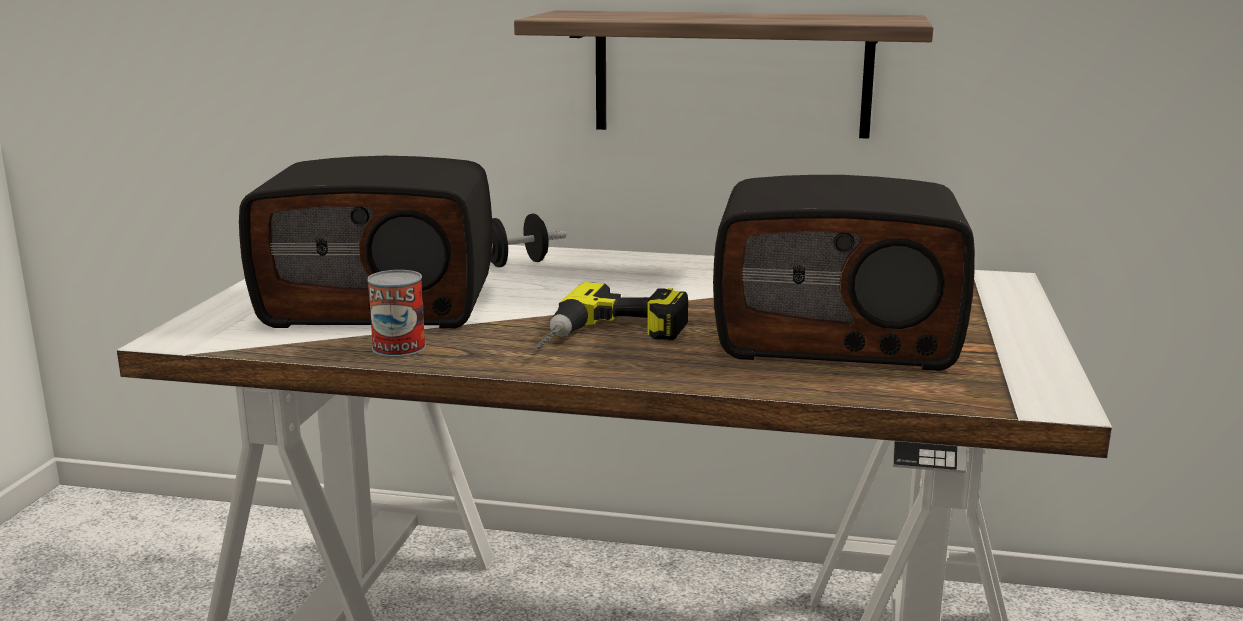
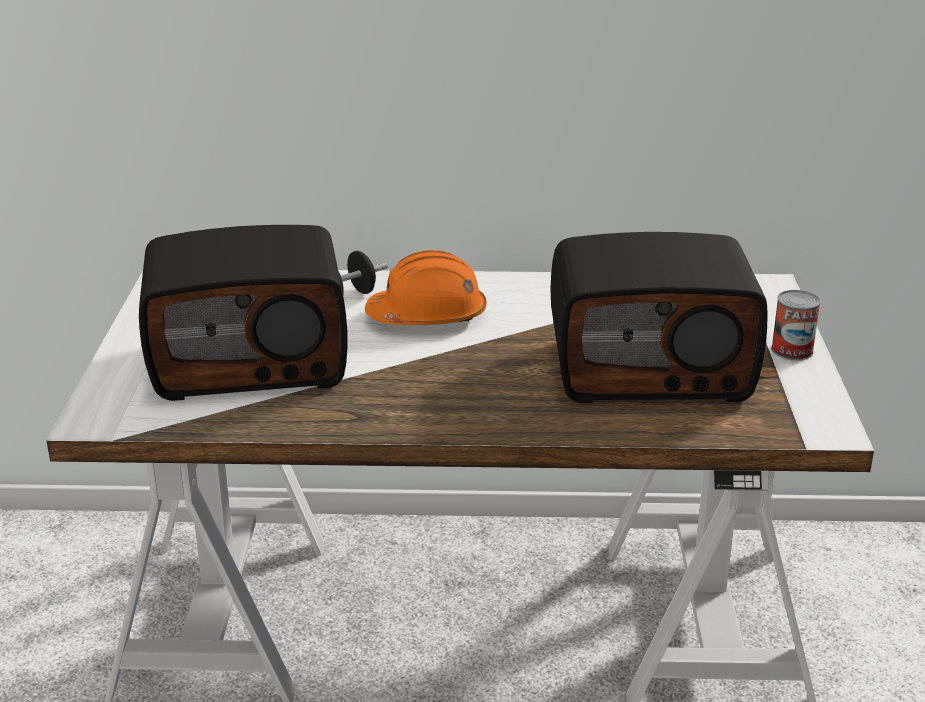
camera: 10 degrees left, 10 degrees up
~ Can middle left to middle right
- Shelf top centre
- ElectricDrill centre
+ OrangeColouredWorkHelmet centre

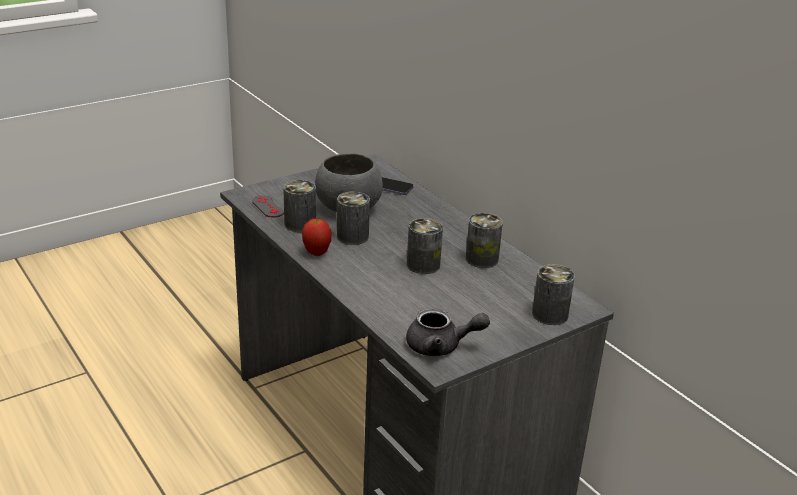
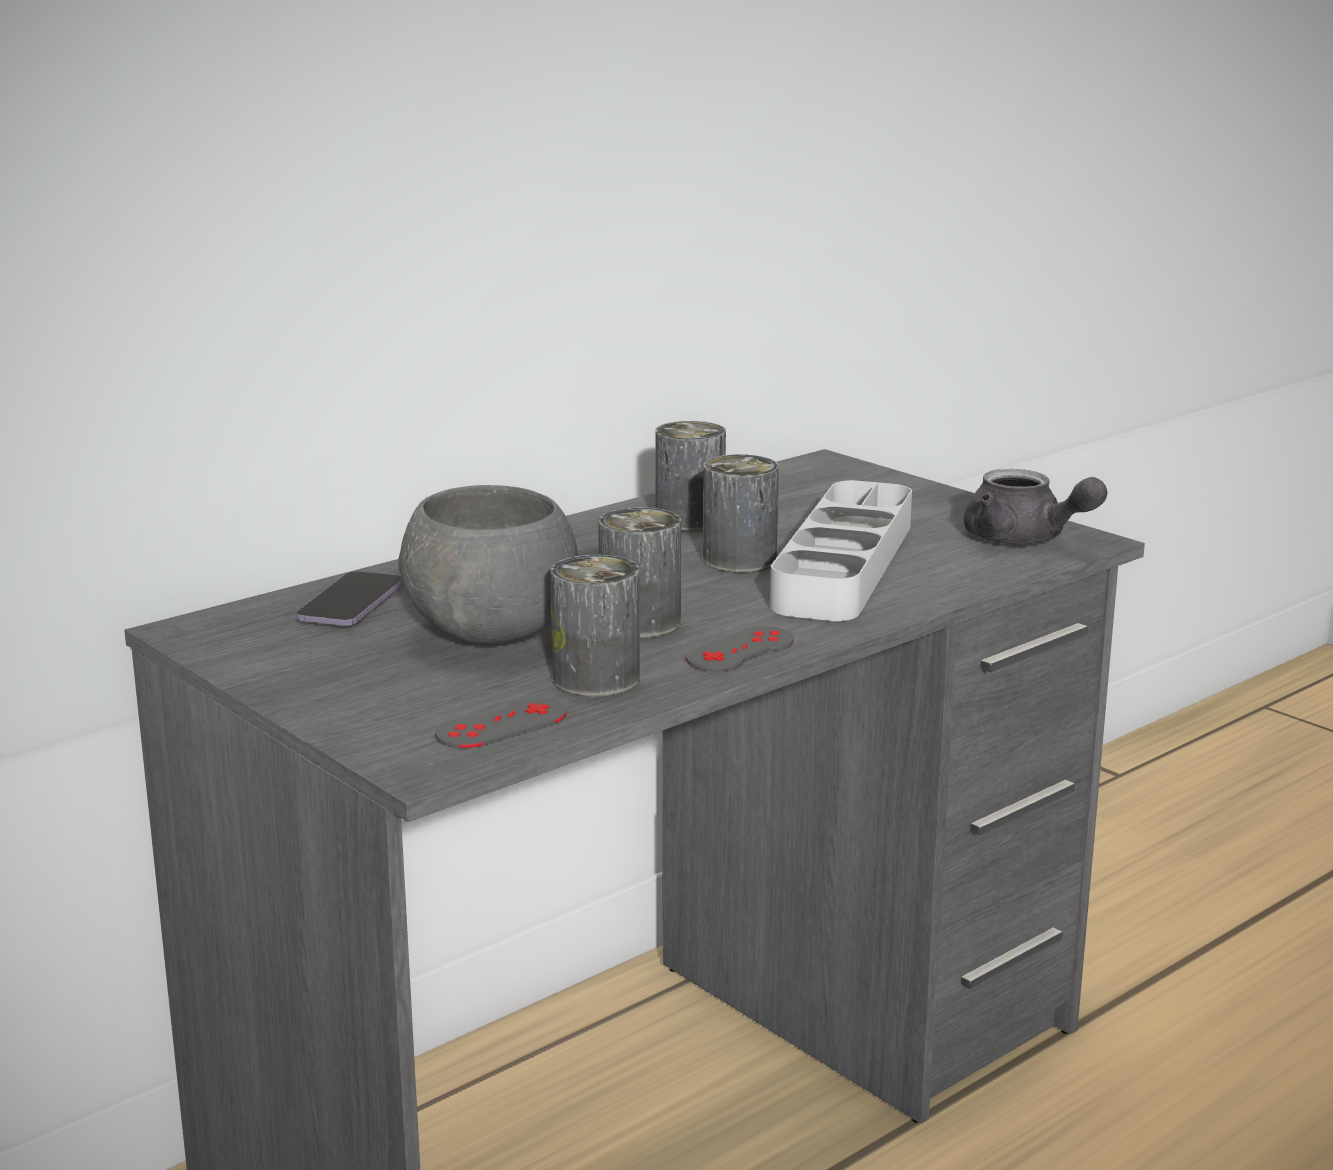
camera: 95 degrees left, 10 degrees down
~ AppleFruit centre to GrayGamepad (2nd from left) centre
~ GrayTeapot bottom centre = middle right 135 degrees clockwise
- Can (5th from left) middle right
+ GrayServingTray centre

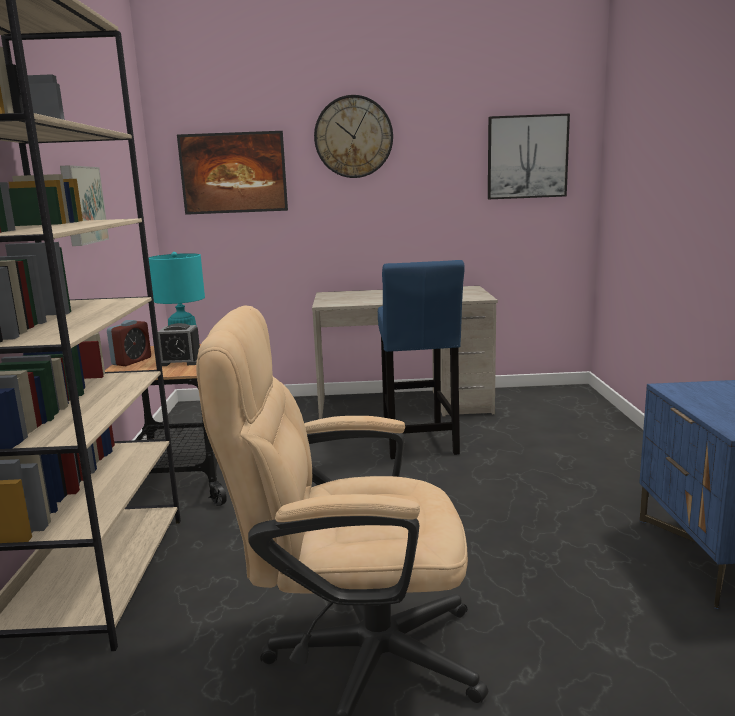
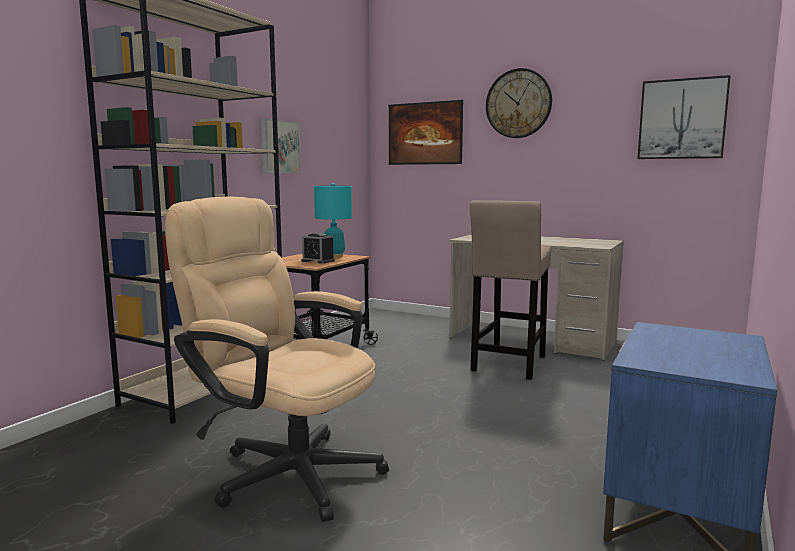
camera: 30 degrees right, 5 degrees down
- AlarmClock (1st from left) middle left
~ BlueSittingStool centre to BeigeColouredSittingStool centre

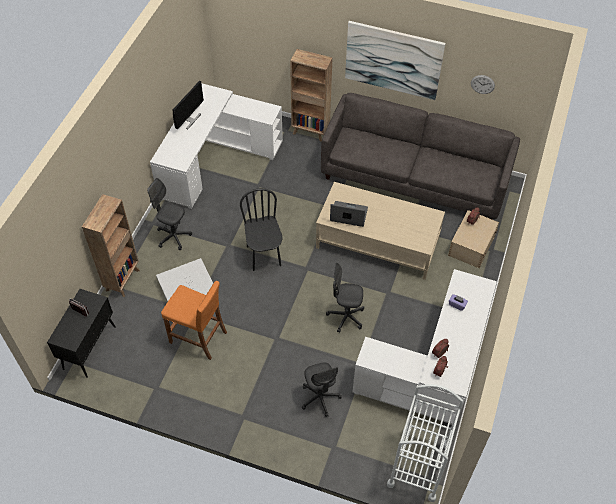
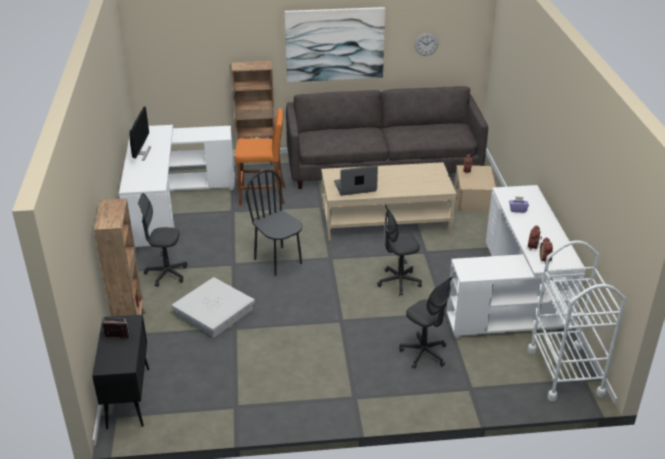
camera: 25 degrees left, 20 degrees down
~ OrangeColouredSittingStool middle left to centre

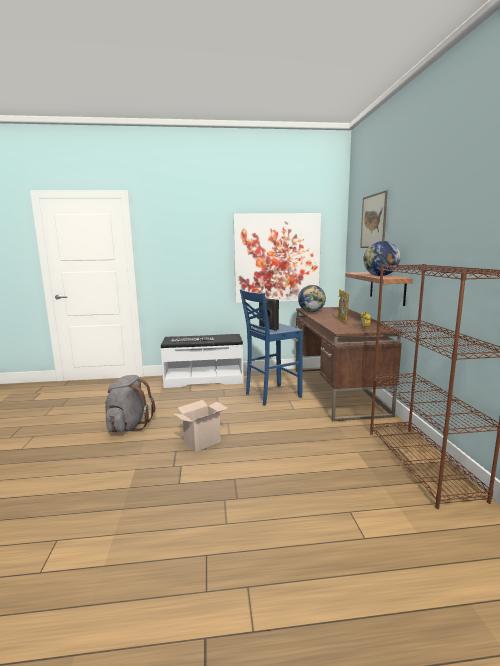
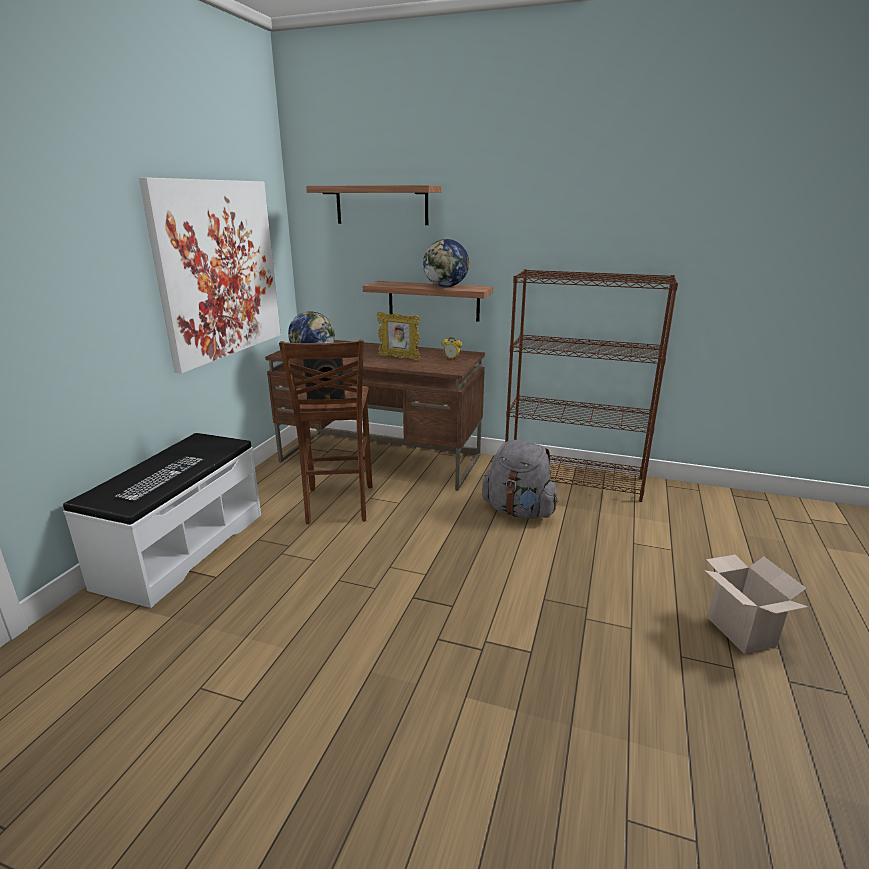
camera: 65 degrees left, 10 degrees up
~ GrayBackpack middle left to centre
~ CardboardBox centre to bottom right
~ BlueSittingStool centre to BrownishSittingStool centre
~ WallPicture (2nd from left) top right to Shelf (1st from left) top centre

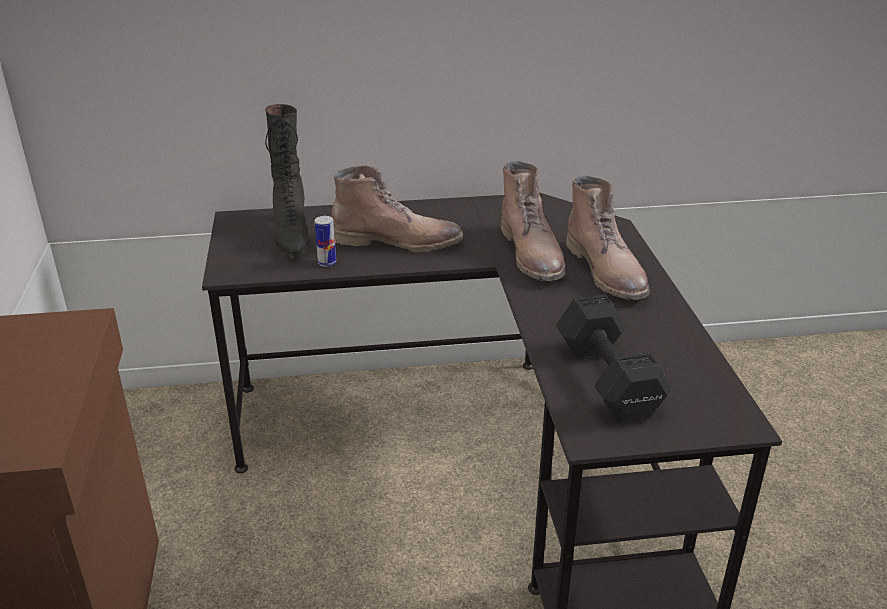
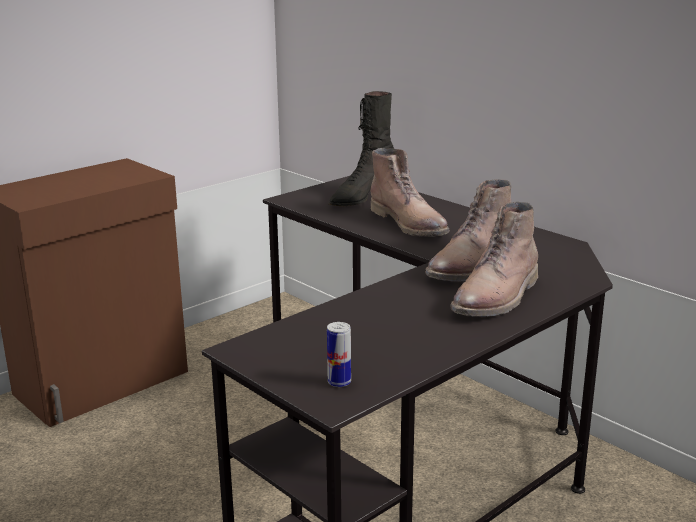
camera: 55 degrees right, 10 degrees down
~ Can centre to bottom centre
- BlackColouredFreeWeight middle right

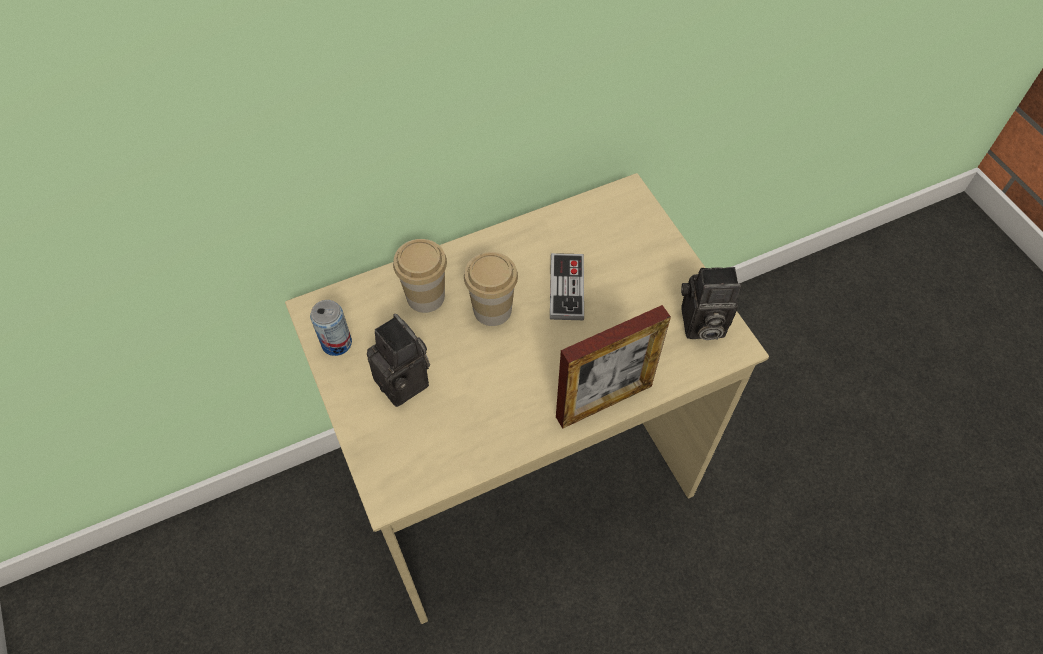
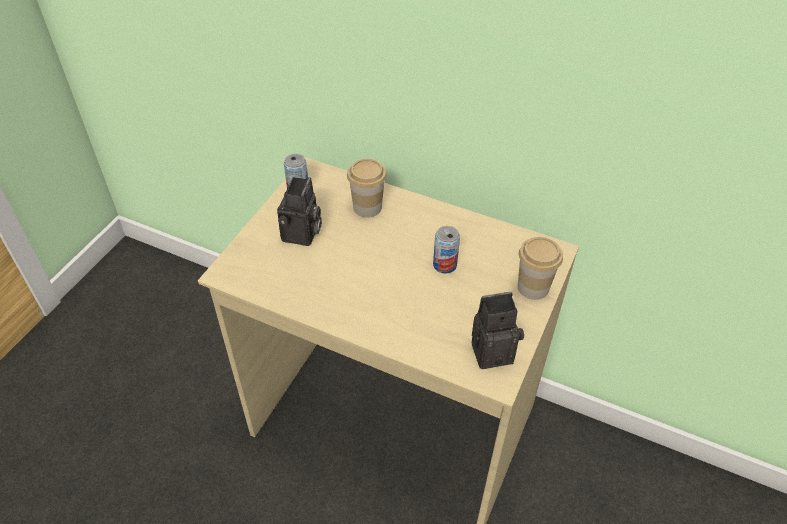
camera: 50 degrees right, 10 degrees down
~ DrinkingCup (2nd from left) centre to middle right
~ Gamepad centre to Can (2nd from left) centre
- StandingFrame centre
~ StillCamera (2nd from left) middle right = centre 120 degrees clockwise

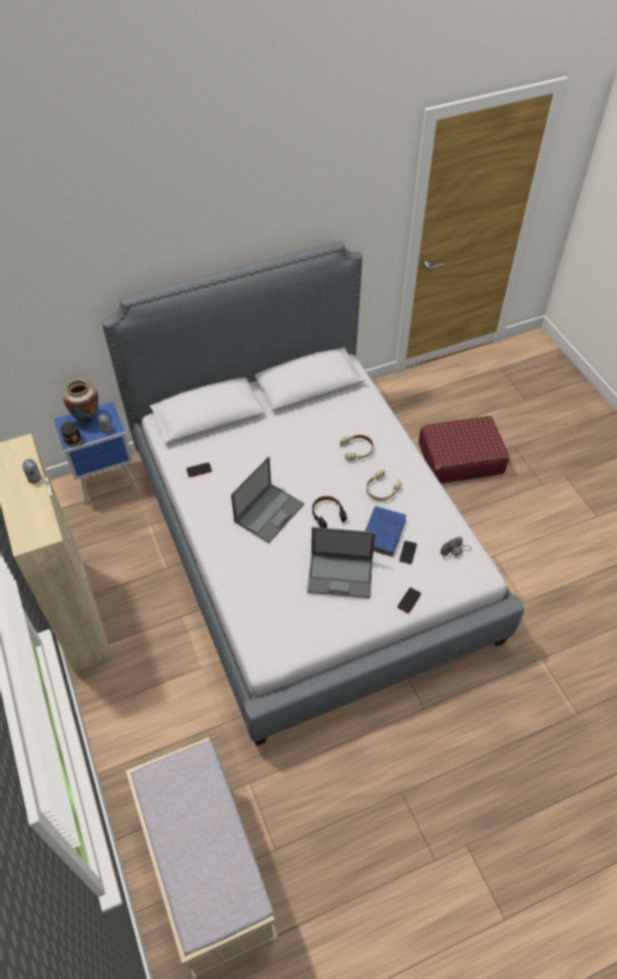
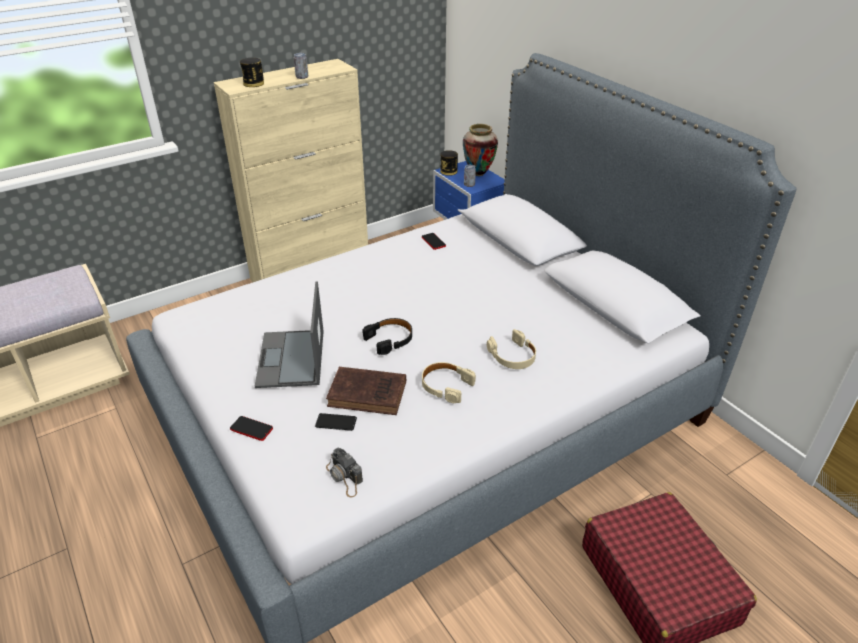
camera: 80 degrees right, 15 degrees down
- Laptop (1st from left) centre
~ BlueVolume centre to BrownishVolume centre
+ Can (1st from left) top left

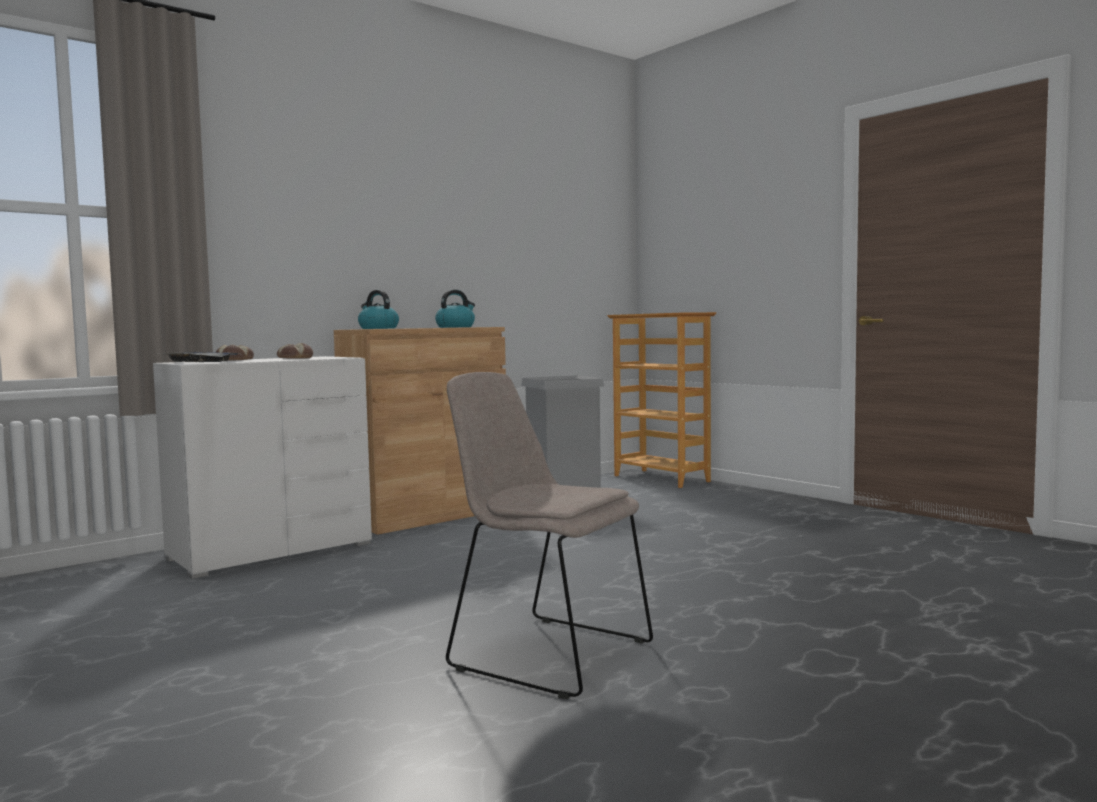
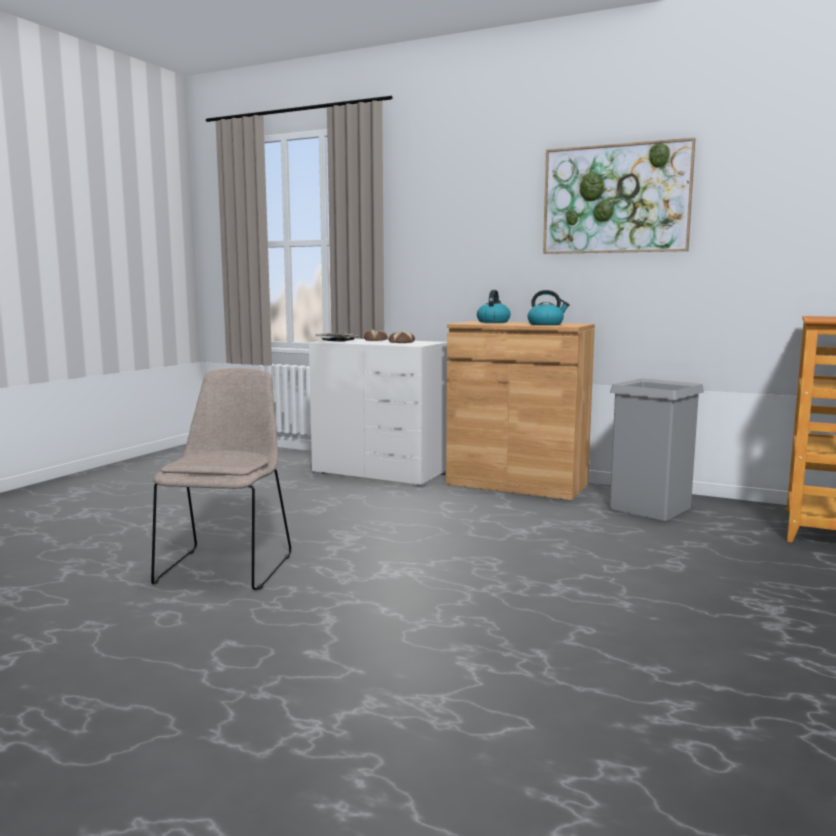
camera: 65 degrees right, 5 degrees up
+ WallPicture top right

